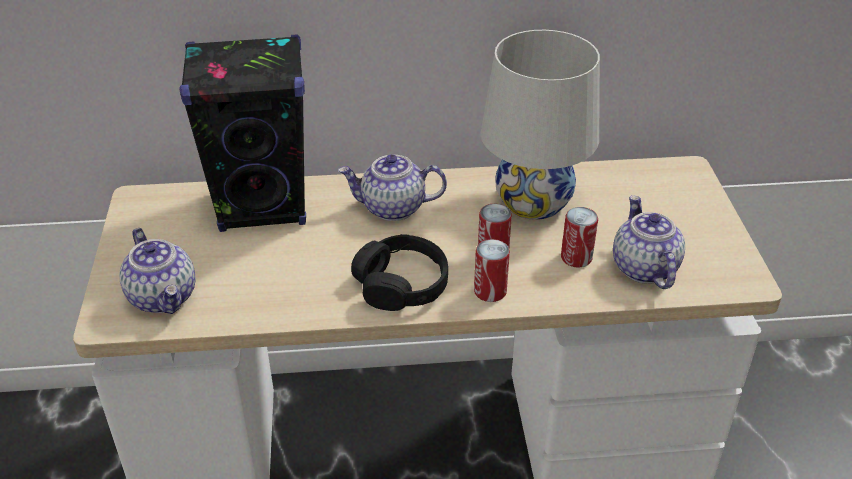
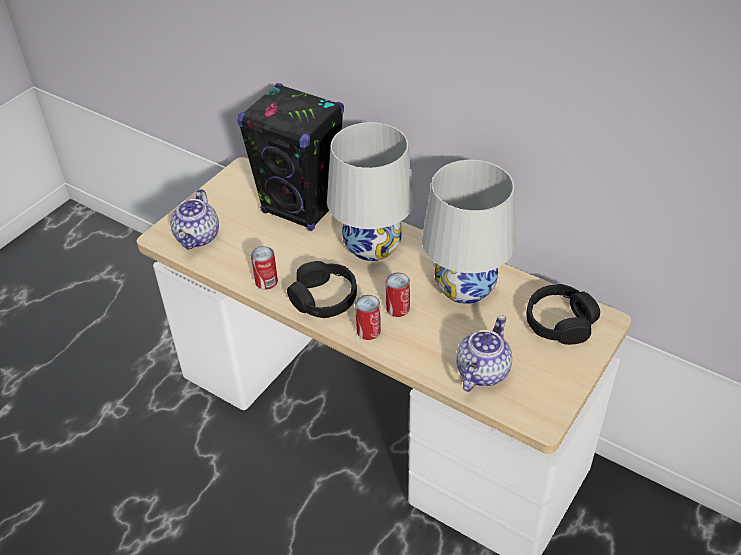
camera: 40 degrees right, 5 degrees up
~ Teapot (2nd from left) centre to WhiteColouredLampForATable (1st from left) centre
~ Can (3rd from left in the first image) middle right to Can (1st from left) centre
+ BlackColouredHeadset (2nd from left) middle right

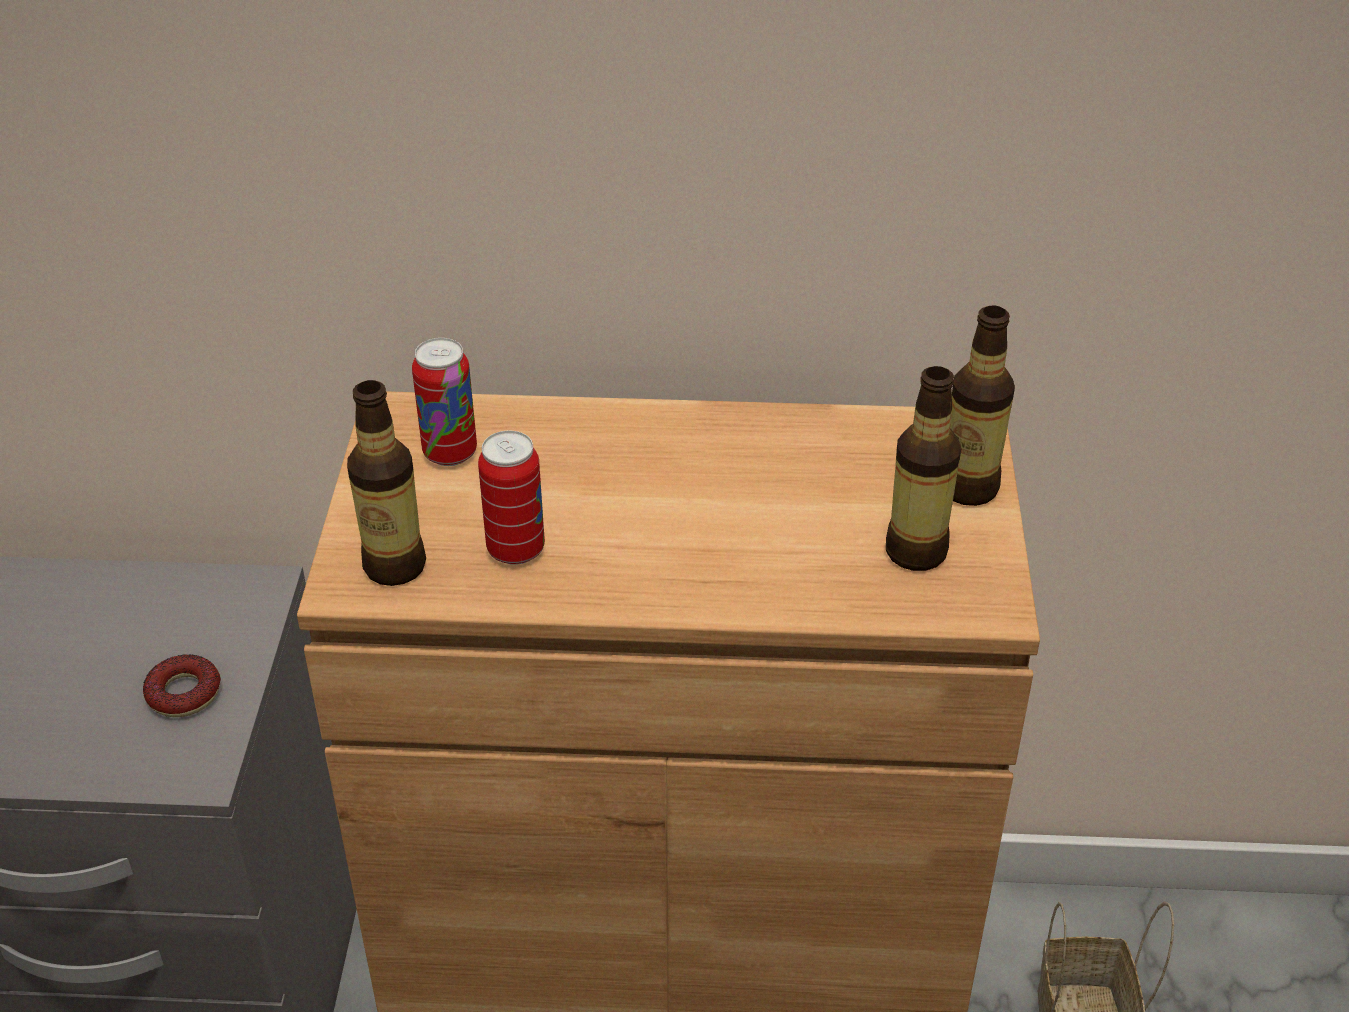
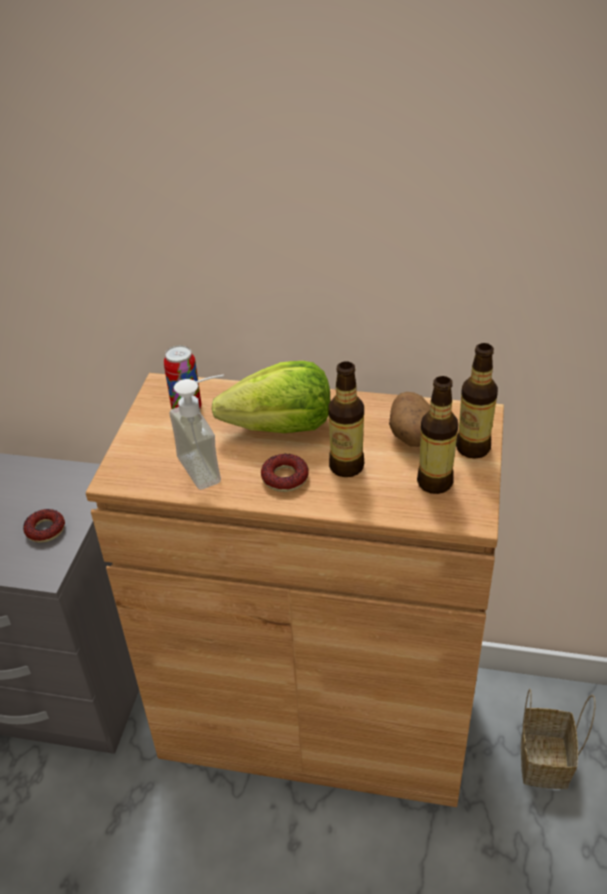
camera: 10 degrees right, 0 degrees up
~ Bottle (1st from left) middle left to centre
~ Can (2nd from left) centre to SoapDispenser middle left
+ HeadOfLettuce centre
+ Doughnut (2nd from left) centre
+ Spud middle right

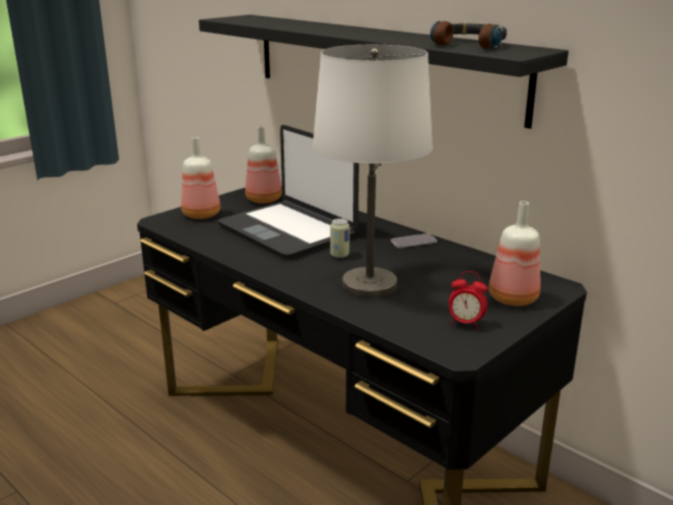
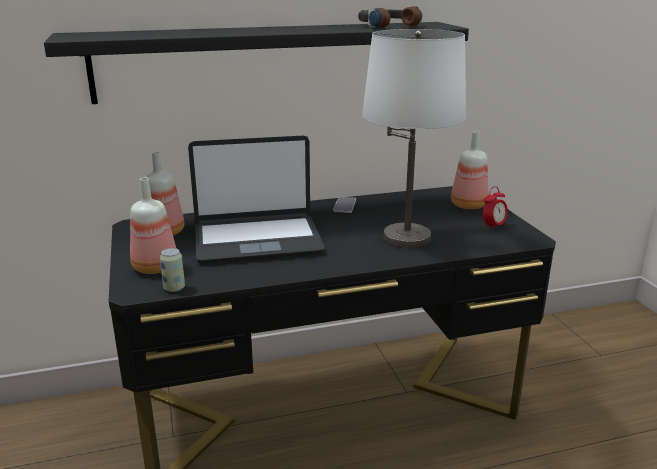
camera: 60 degrees left, 0 degrees up
~ Can centre to middle left

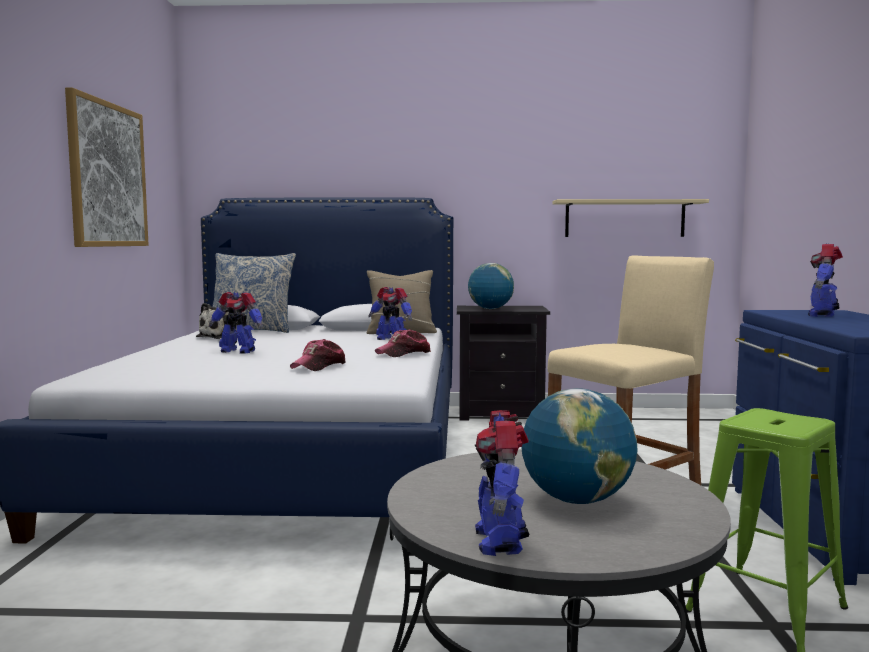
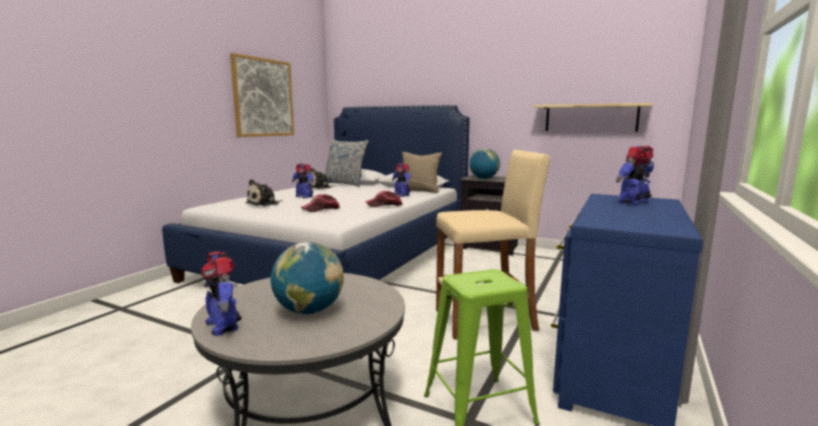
camera: 25 degrees right, 5 degrees up
~ ToyRobot (3rd from left in the first image) bottom centre = bottom left 60 degrees counterclockwise
+ PlushToy (1st from left) middle left

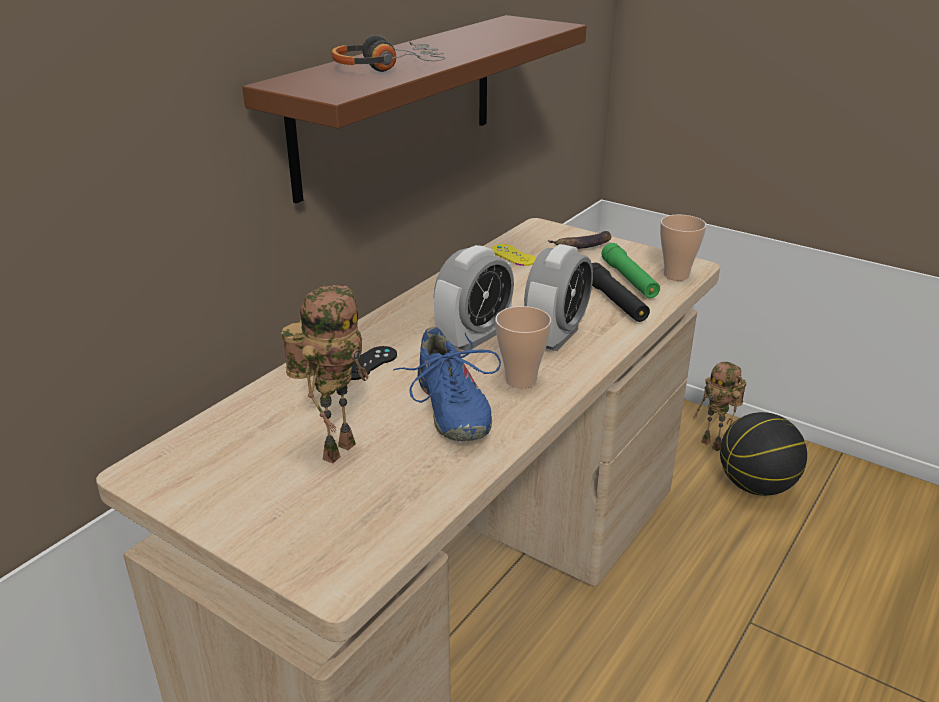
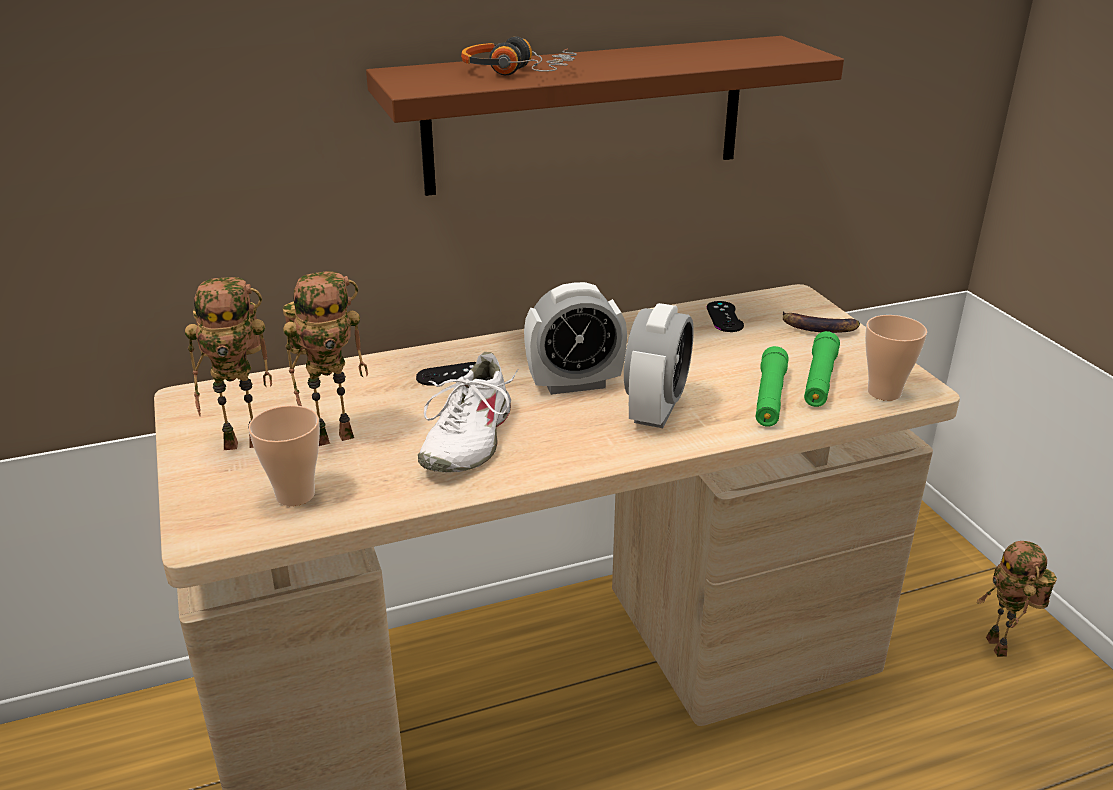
camera: 35 degrees right, 0 degrees up
~ BlueItemOfFootwear centre to WhiteColouredItemOfFootwear centre
~ YellowGamepad centre to BlackColouredGamepad (2nd from left) centre
~ DrinkingCup (1st from left) centre to middle left
~ AlarmClock (2nd from left) centre = centre 45 degrees counterclockwise
~ BlackColouredFlashlight centre to GreenFlashlight (1st from left) middle right
- BallForBasketball middle right
+ ToyRobot (1st from left) middle left

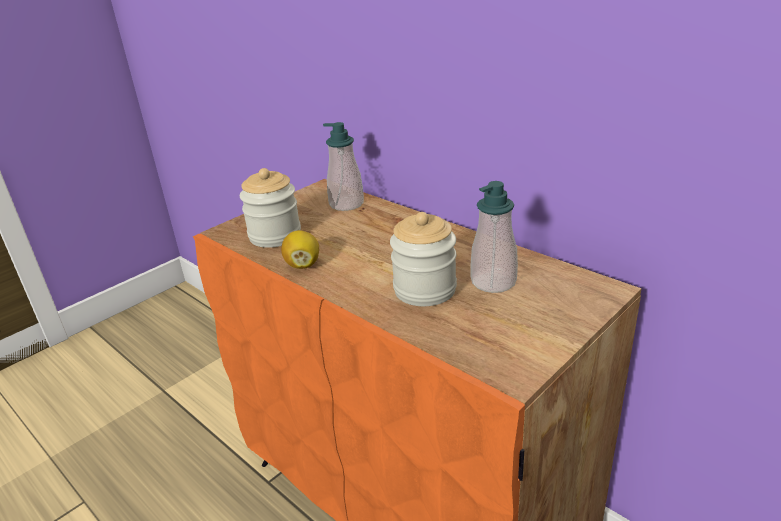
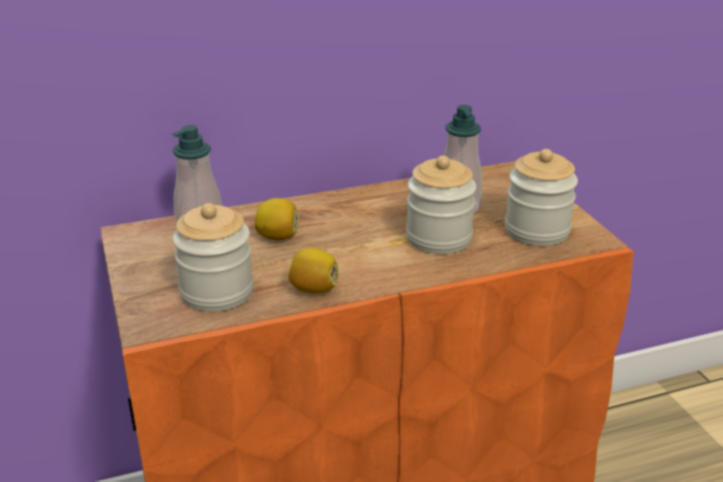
camera: 65 degrees left, 0 degrees up
+ CitrusFruit (1st from left) centre
+ PreserveJar (3rd from left) middle right

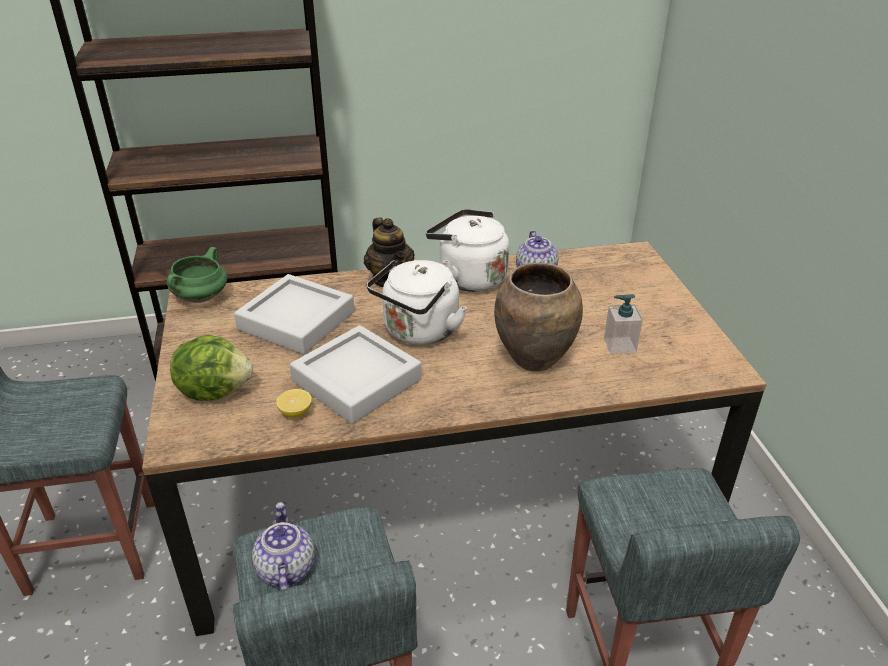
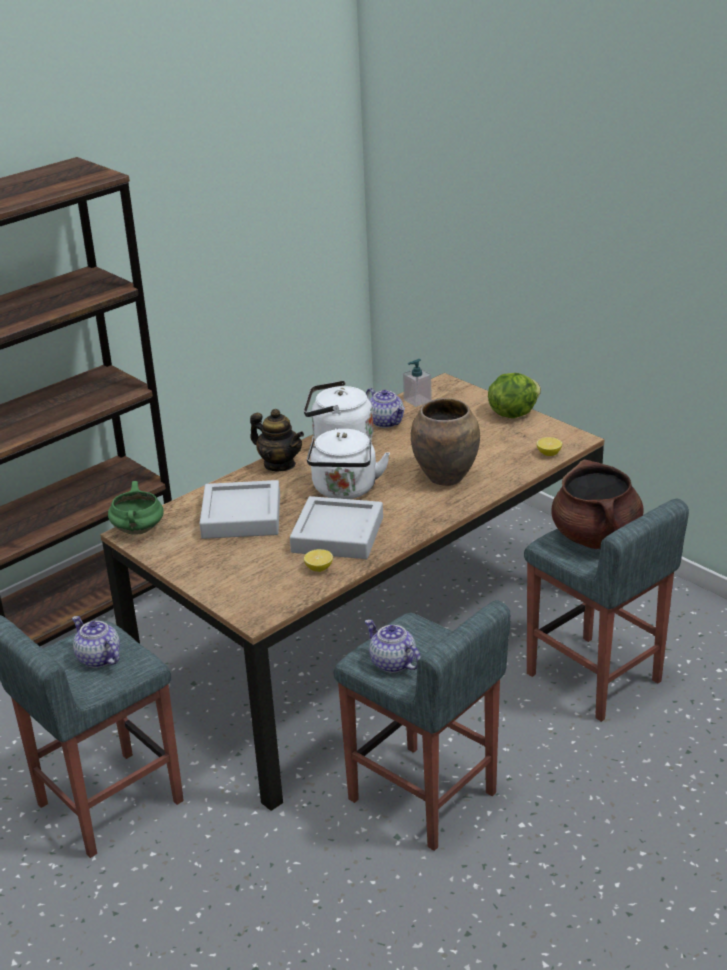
camera: 30 degrees left, 5 degrees down
~ HeadOfLettuce middle left to middle right
~ SoapDispenser middle right to centre
+ Teapot (1st from left) middle left
+ CitrusFruit (2nd from left) middle right
+ BrownishCookingPot middle right

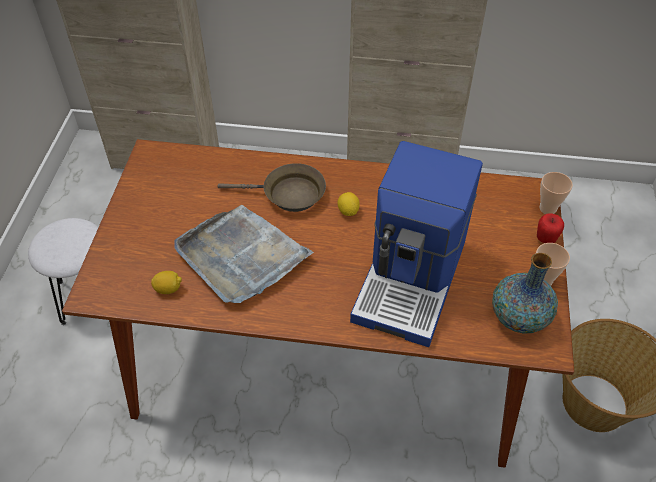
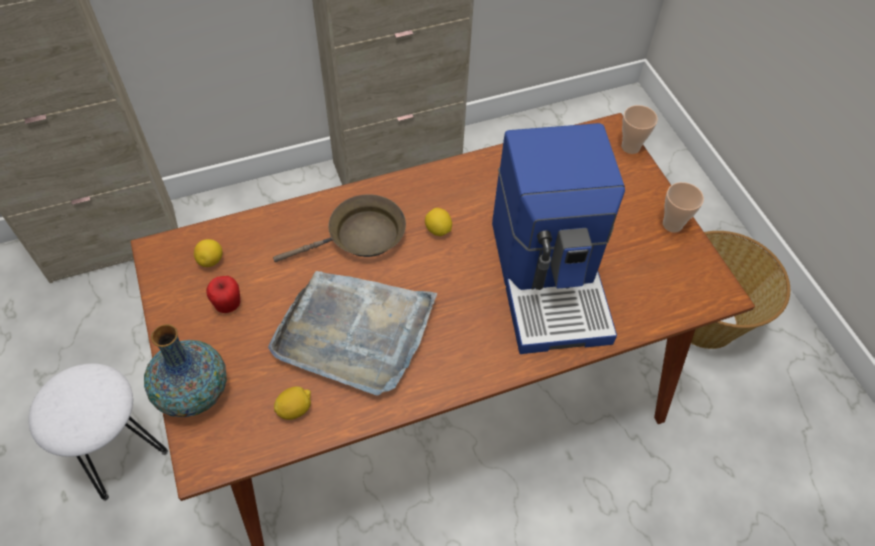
camera: 30 degrees left, 5 degrees up
~ Vase middle right to bottom left
~ AppleFruit middle right to middle left
+ CitrusFruit (1st from left) middle left

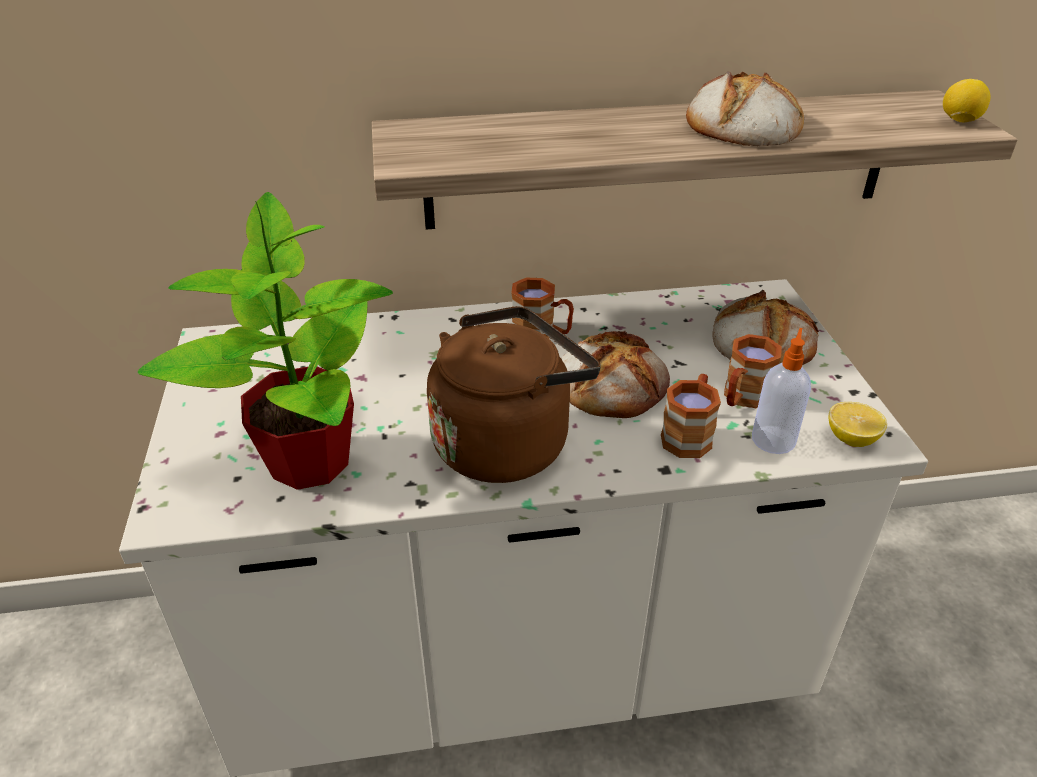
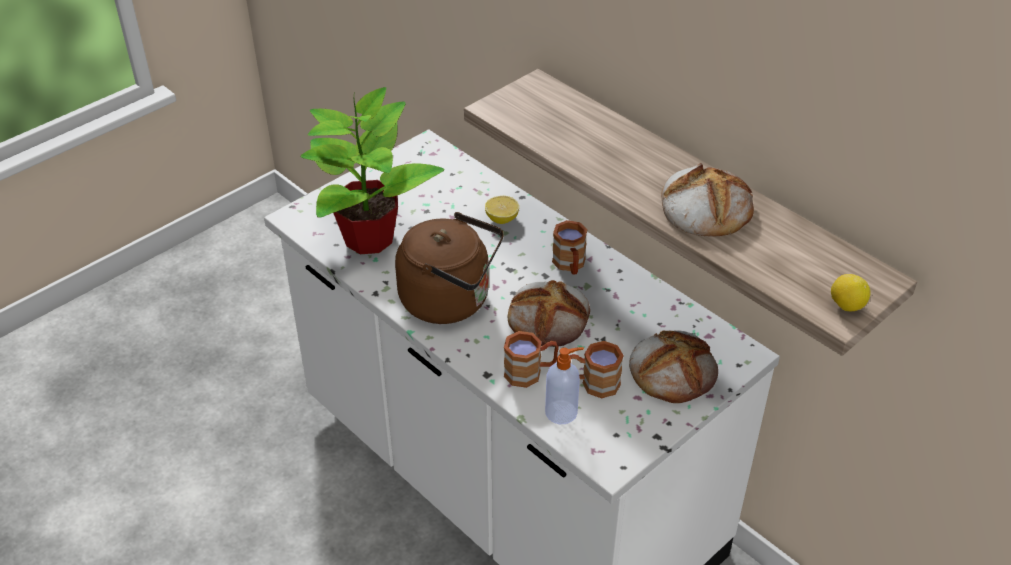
camera: 55 degrees right, 5 degrees up
~ CitrusFruit (1st from left) middle right to centre

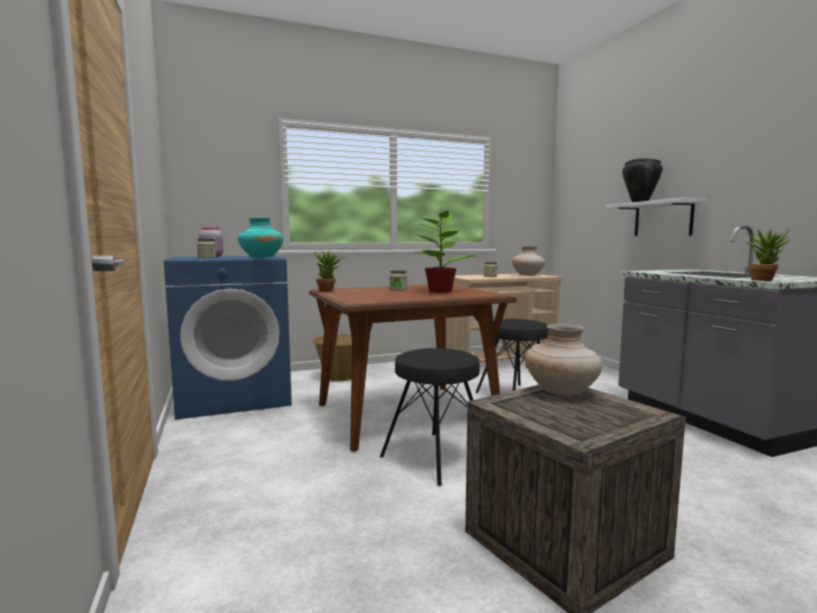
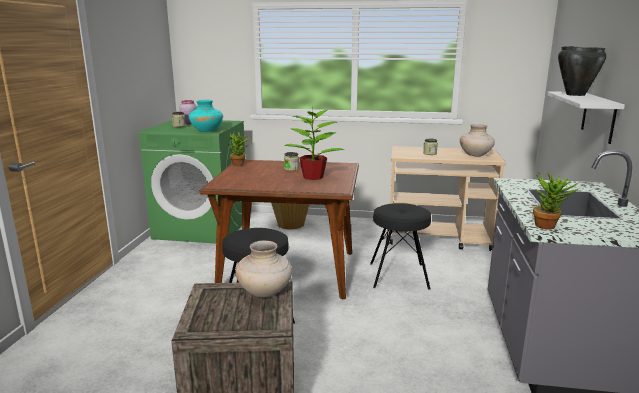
camera: 30 degrees right, 10 degrees up
~ BlueWashingMachine middle left to GreenWashingMachine middle left

